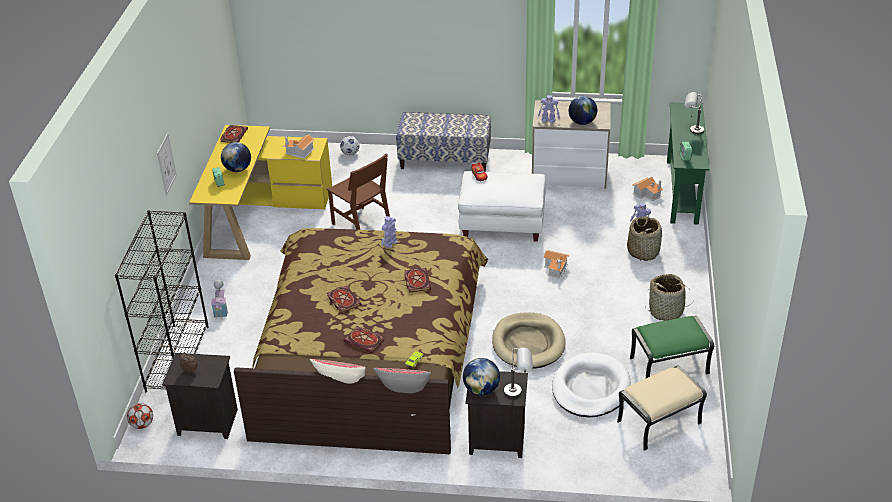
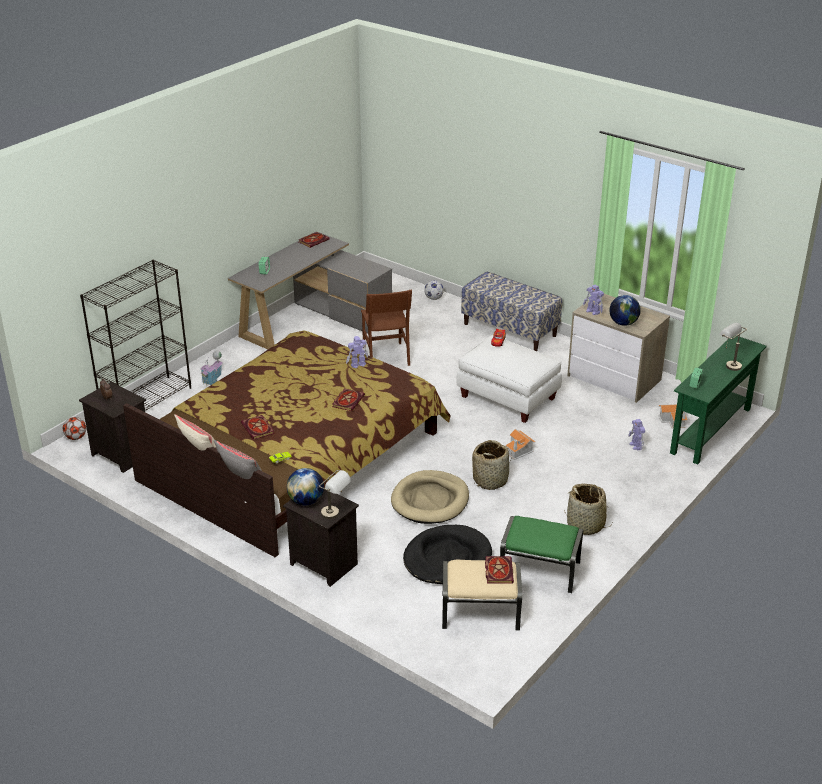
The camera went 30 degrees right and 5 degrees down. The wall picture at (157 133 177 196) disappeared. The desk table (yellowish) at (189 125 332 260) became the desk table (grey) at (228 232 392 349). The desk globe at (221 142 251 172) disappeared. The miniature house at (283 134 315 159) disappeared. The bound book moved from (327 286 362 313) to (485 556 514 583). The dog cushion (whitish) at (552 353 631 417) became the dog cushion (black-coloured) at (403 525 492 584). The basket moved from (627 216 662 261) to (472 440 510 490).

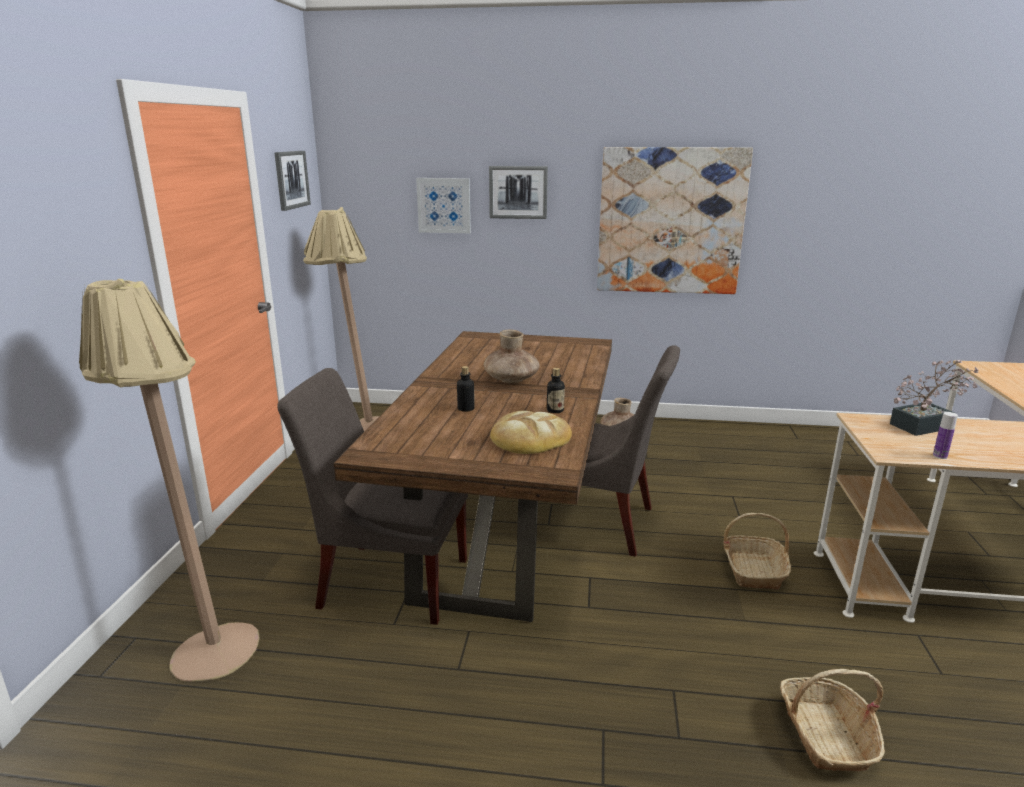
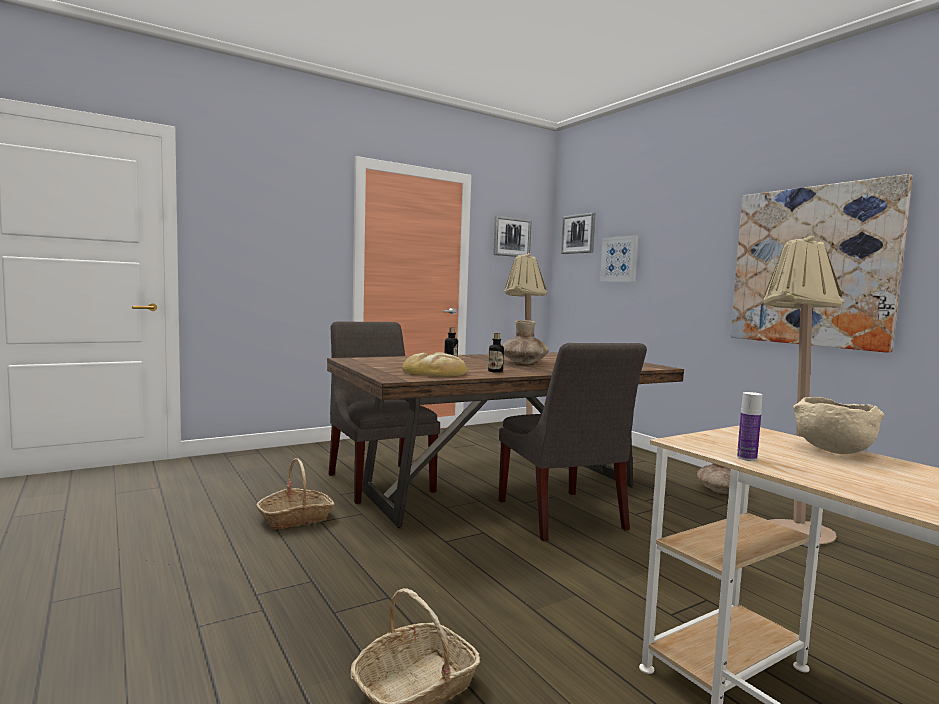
The camera went 50 degrees right and 15 degrees down. The standard lamp (sand-coloured) moved from (79 279 260 682) to (763 236 845 544). The wall picture moved from (489 166 548 219) to (561 213 595 254). The basket moved from (723 513 791 590) to (256 458 335 530). The potted plant at (890 360 979 436) was replaced by the serving bowl (sand-coloured) at (793 397 884 454).

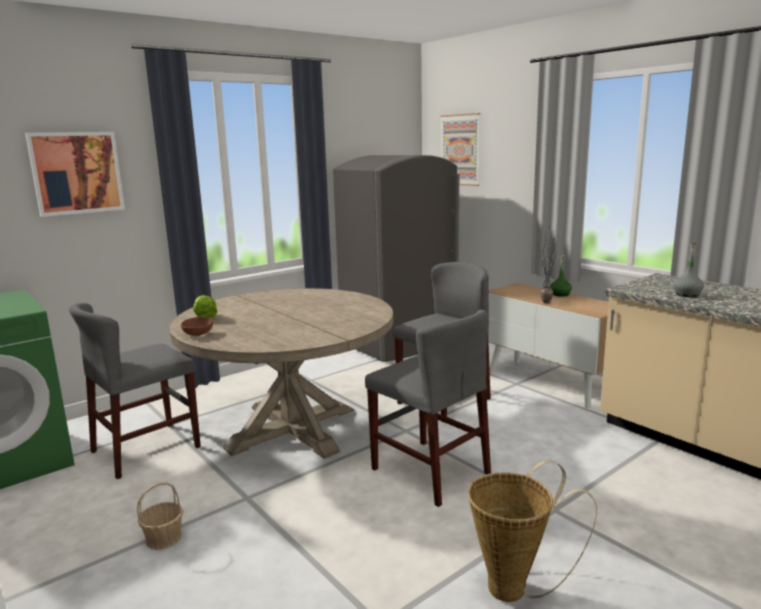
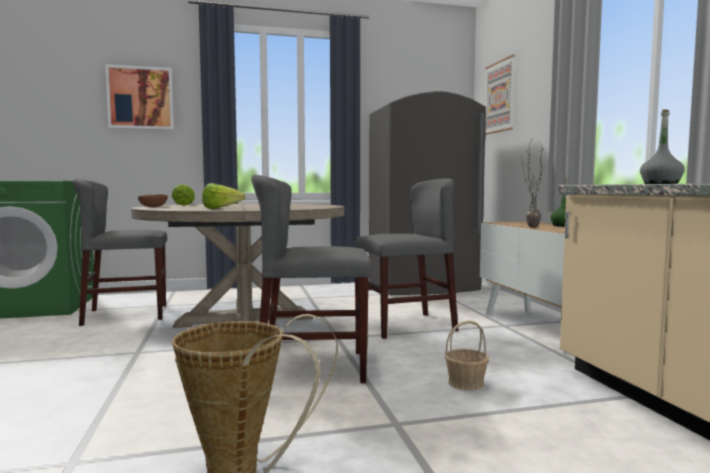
The camera went 25 degrees right and 10 degrees down. The basket moved from (137 482 183 550) to (444 320 489 391). The chair (grey) at (365 310 491 507) turned 105 degrees clockwise. The head of lettuce at (202 183 246 209) appeared.

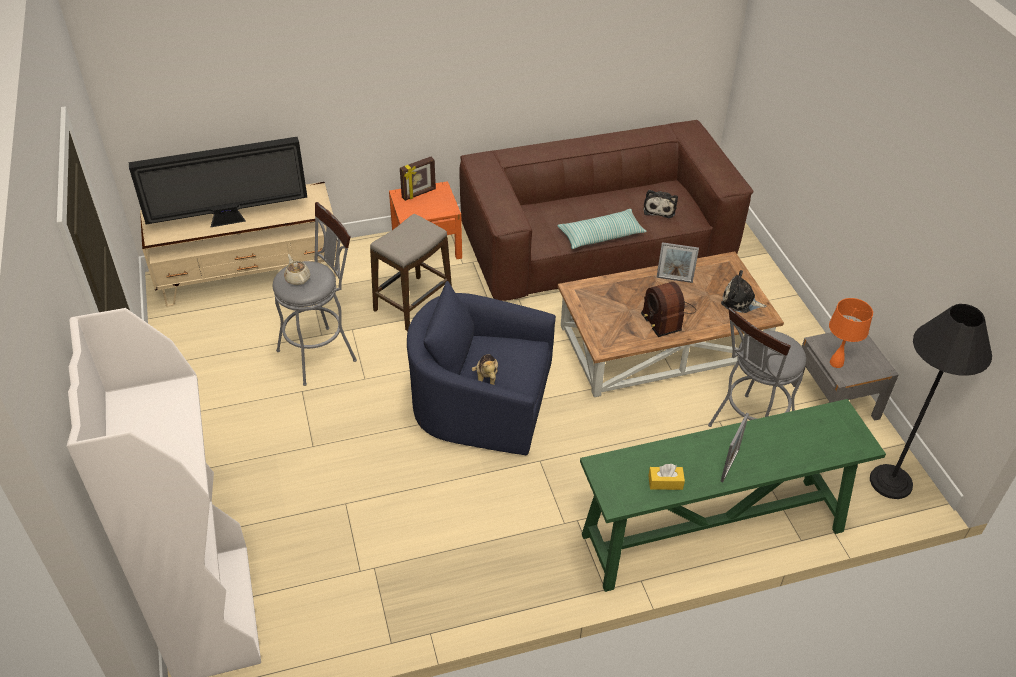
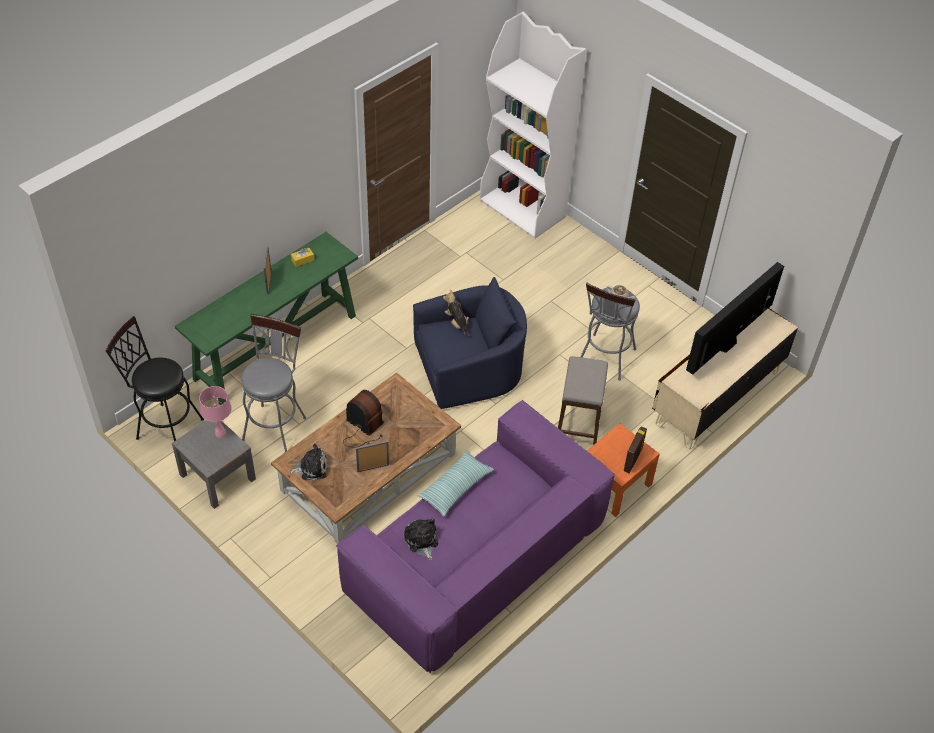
The camera went 150 degrees right and 5 degrees up. The sofa (brown) at (459 120 754 301) became the sofa (purple-coloured) at (336 400 615 673). The tabletop lamp (orange-coloured) at (829 298 873 368) became the tabletop lamp (pink) at (199 386 232 438). The standard lamp (black-coloured) at (870 304 992 499) was replaced by the stool (black-coloured) at (106 316 204 441).

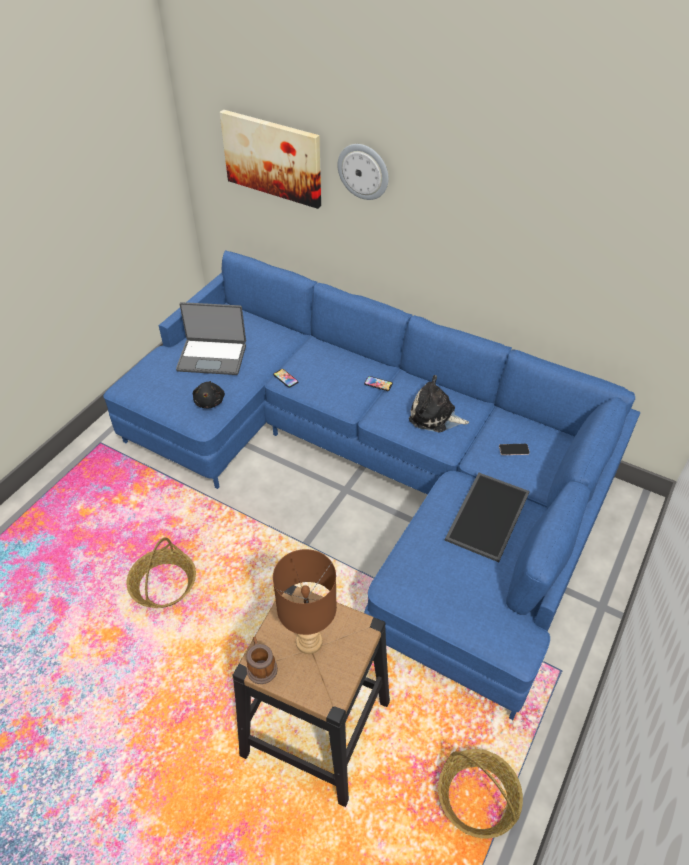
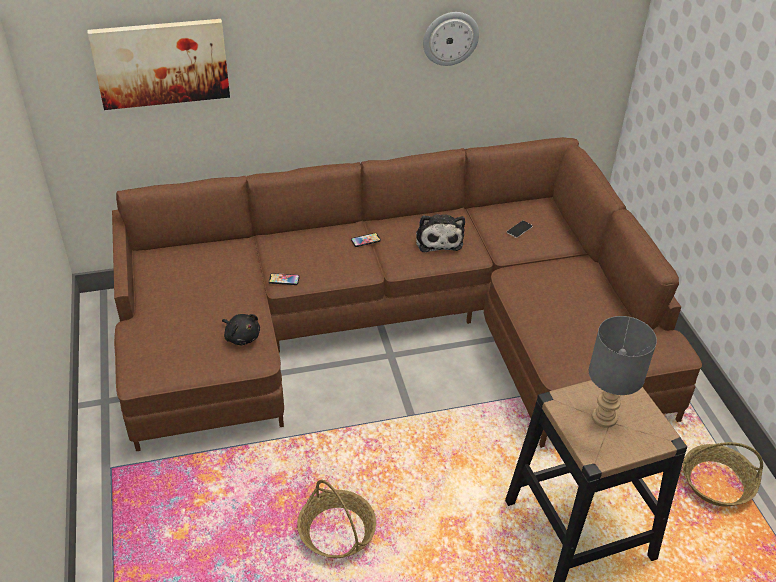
The camera went 45 degrees left and 5 degrees down. The sofa (blue) at (103 250 640 720) became the sofa (brown) at (112 137 702 451). The laptop at (176 302 246 375) disappeared. The mug at (246 637 278 684) disappeared. The tabletop lamp (brown) at (273 549 337 654) became the tabletop lamp (grey) at (589 316 657 428). The hanging clock moved from (337 144 389 200) to (423 12 479 66). The soft toy at (409 375 469 432) turned 75 degrees counterclockwise. The serving tray at (444 472 530 562) disappeared.

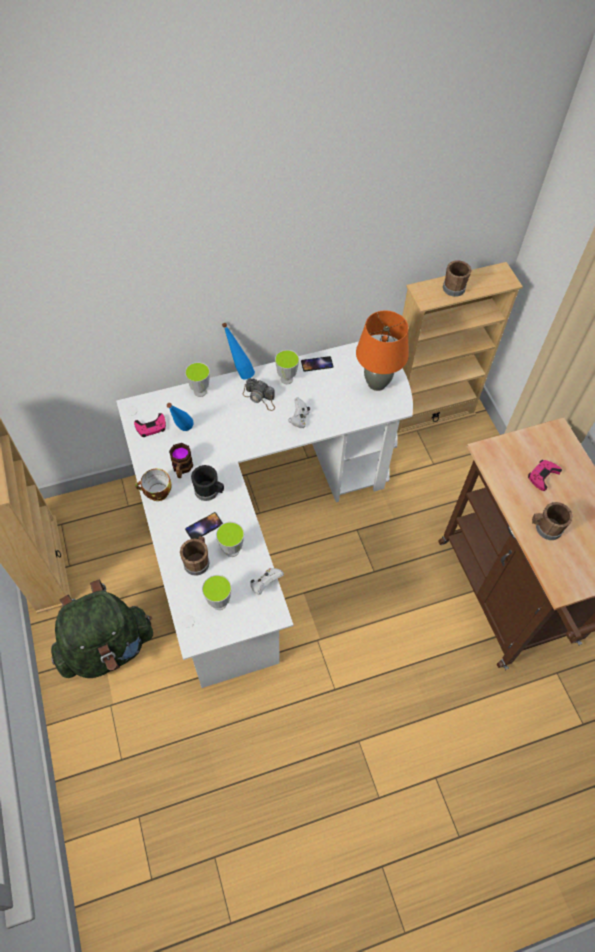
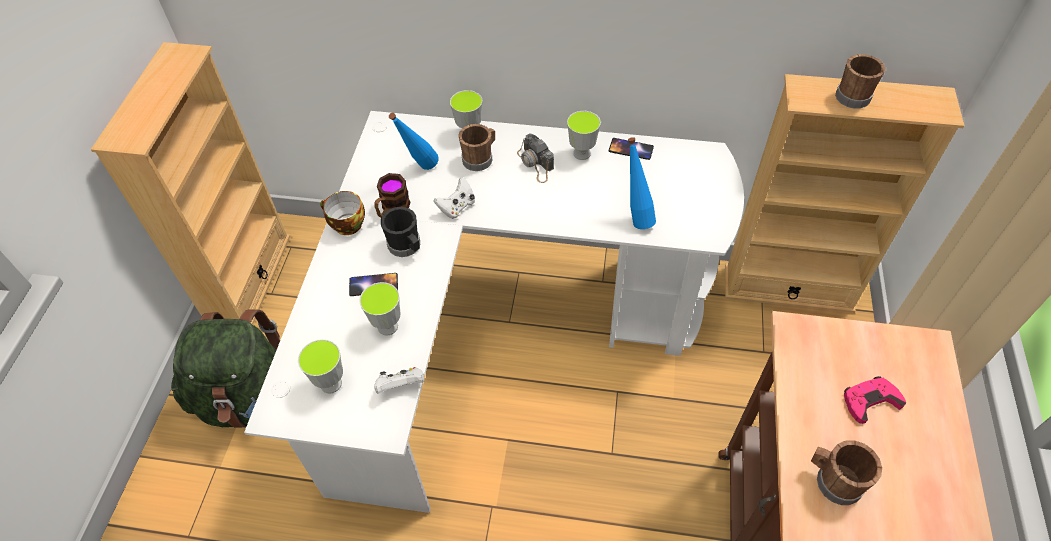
The camera went 30 degrees right and 5 degrees down. The game controller (pink) at (134 413 166 437) disappeared. The mug (brown) moved from (180 536 210 576) to (458 124 495 171). The beverage bottle (blue) moved from (222 323 255 380) to (628 137 656 229). The game controller (whitish) moved from (288 398 310 428) to (434 177 475 219). The tabletop lamp (orange-coloured) at (356 311 409 391) disappeared.

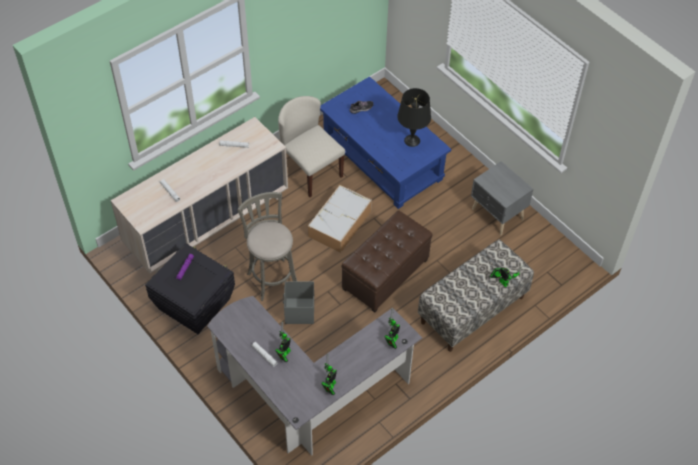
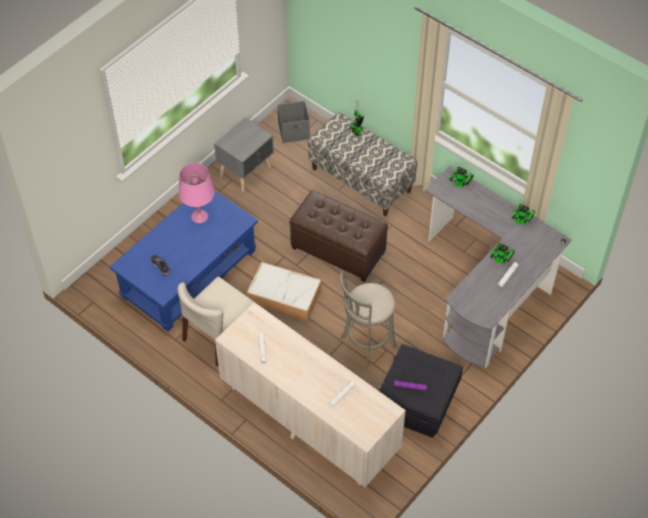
The camera went 100 degrees left and 0 degrees up. The storage container (grey) moved from (283 281 314 324) to (277 101 310 143). The tabletop lamp (black-coloured) at (397 88 431 147) became the tabletop lamp (pink) at (179 163 215 223).

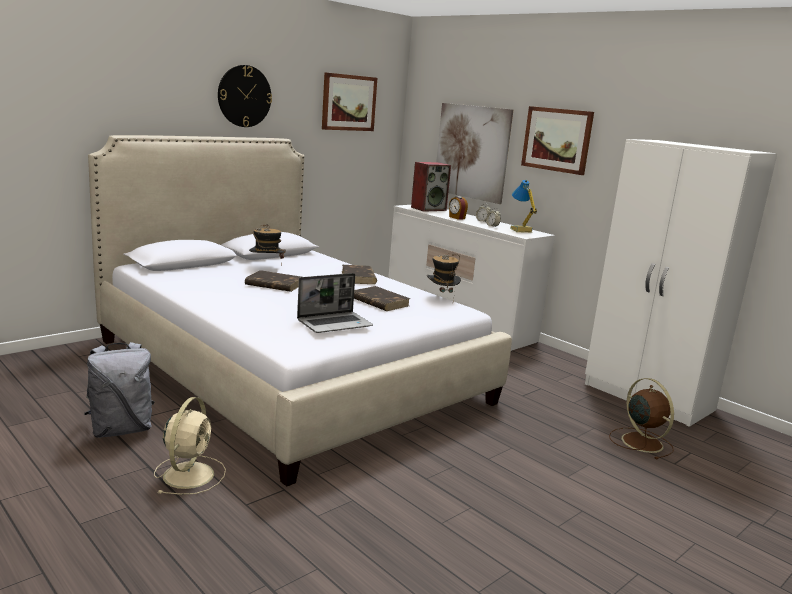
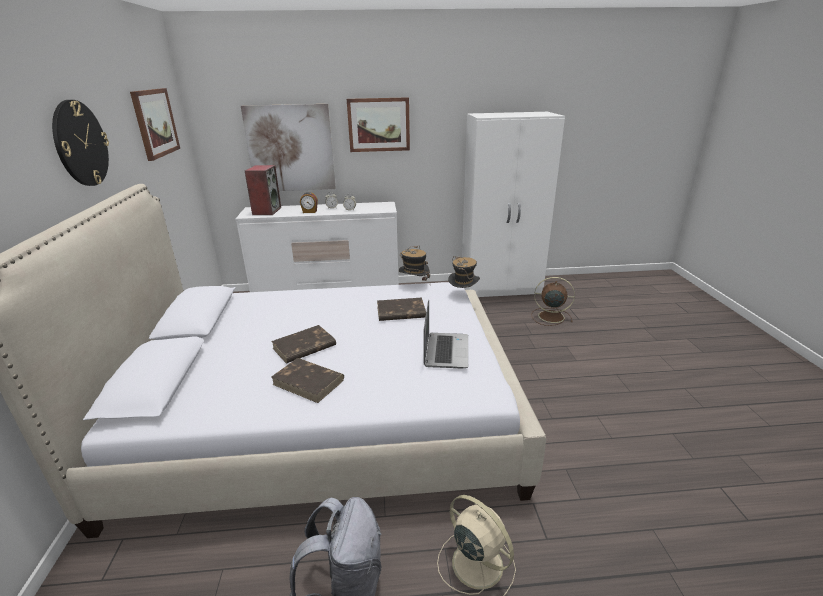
The camera went 50 degrees left and 10 degrees up. The clothing hat moved from (249 224 286 259) to (448 256 480 288). The bound book (brown) moved from (342 265 377 284) to (271 358 344 403). The tabletop lamp at (510 180 537 233) disappeared.

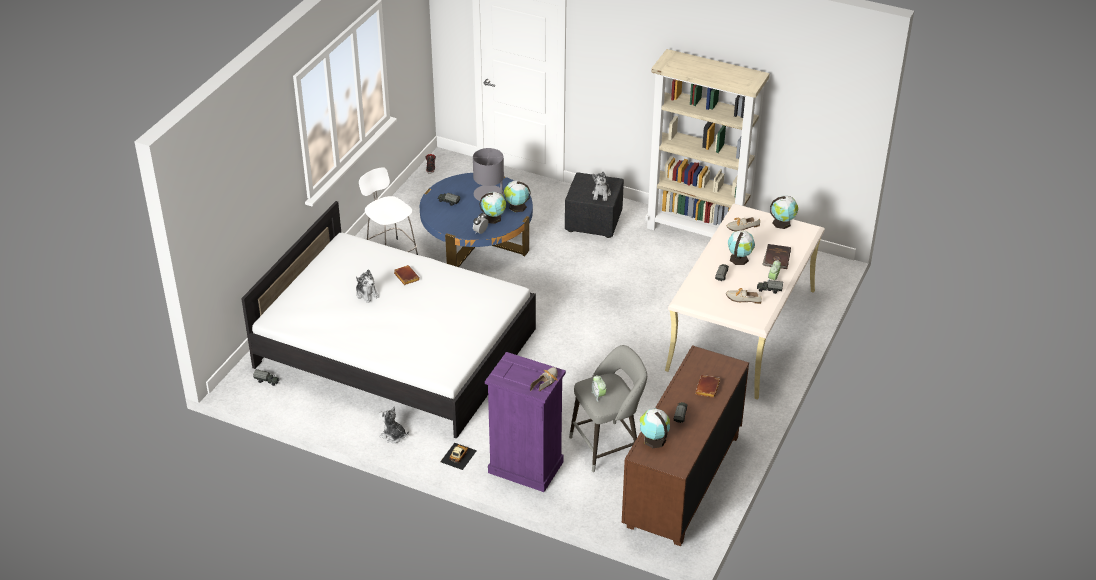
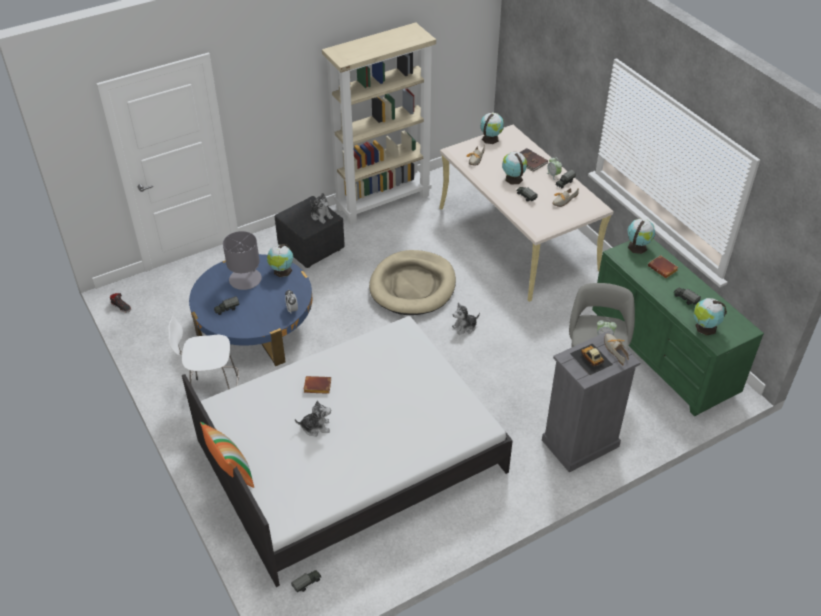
The camera went 55 degrees left and 5 degrees up. The soft toy moved from (379 406 409 443) to (452 303 480 335). The model car moved from (440 443 477 470) to (570 343 613 375). The desk globe moved from (479 192 506 224) to (627 218 655 254). The drawer chest (purple-coloured) at (485 352 566 492) became the drawer chest (grey) at (542 331 641 473). The drawer chest (brown) at (622 345 749 546) became the drawer chest (green) at (592 239 764 416). The throw pillow at (200 422 254 488) appeared. The dog cushion (sand-coloured) at (369 250 456 315) appeared.

